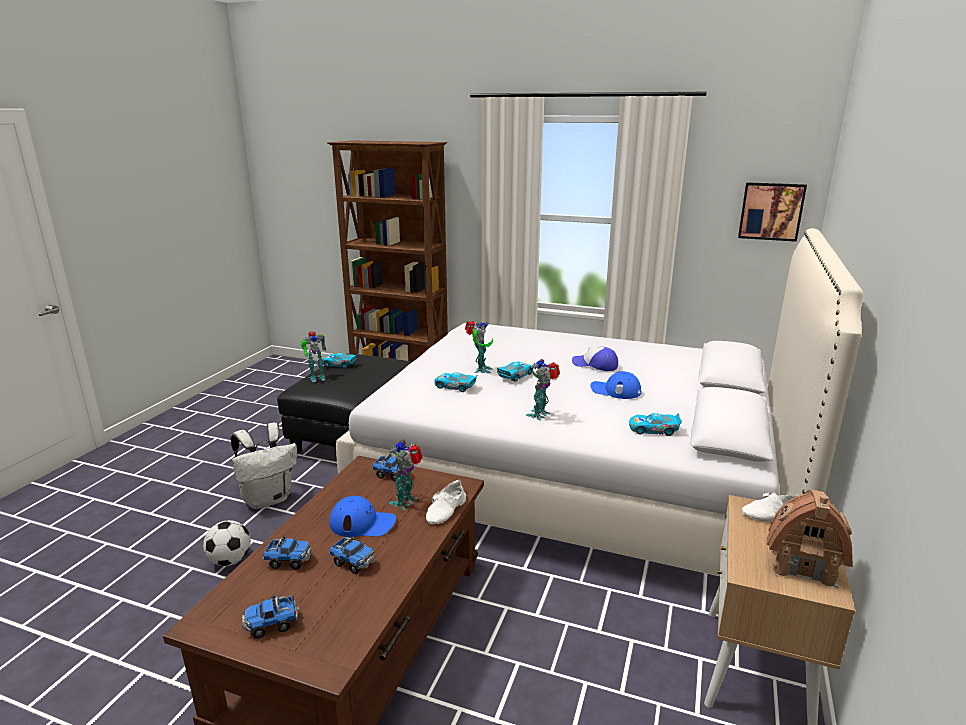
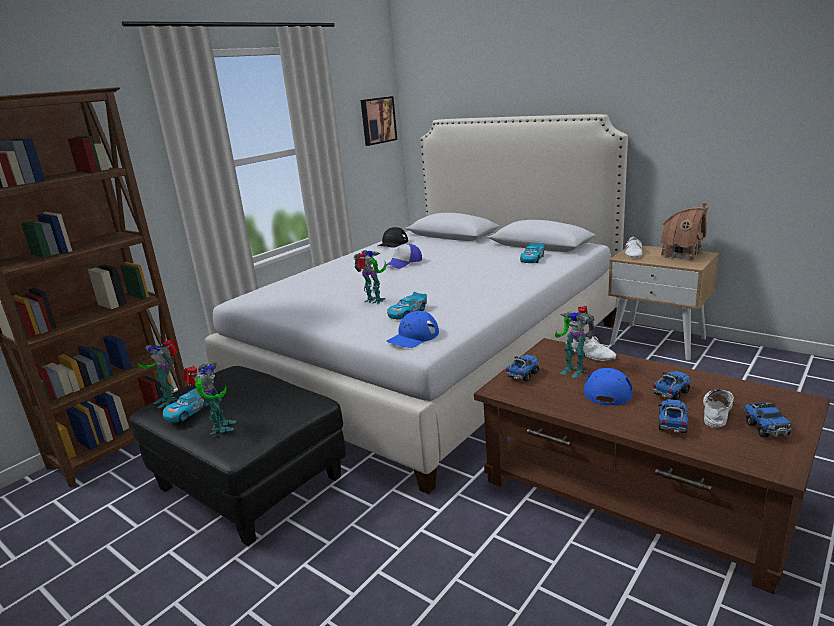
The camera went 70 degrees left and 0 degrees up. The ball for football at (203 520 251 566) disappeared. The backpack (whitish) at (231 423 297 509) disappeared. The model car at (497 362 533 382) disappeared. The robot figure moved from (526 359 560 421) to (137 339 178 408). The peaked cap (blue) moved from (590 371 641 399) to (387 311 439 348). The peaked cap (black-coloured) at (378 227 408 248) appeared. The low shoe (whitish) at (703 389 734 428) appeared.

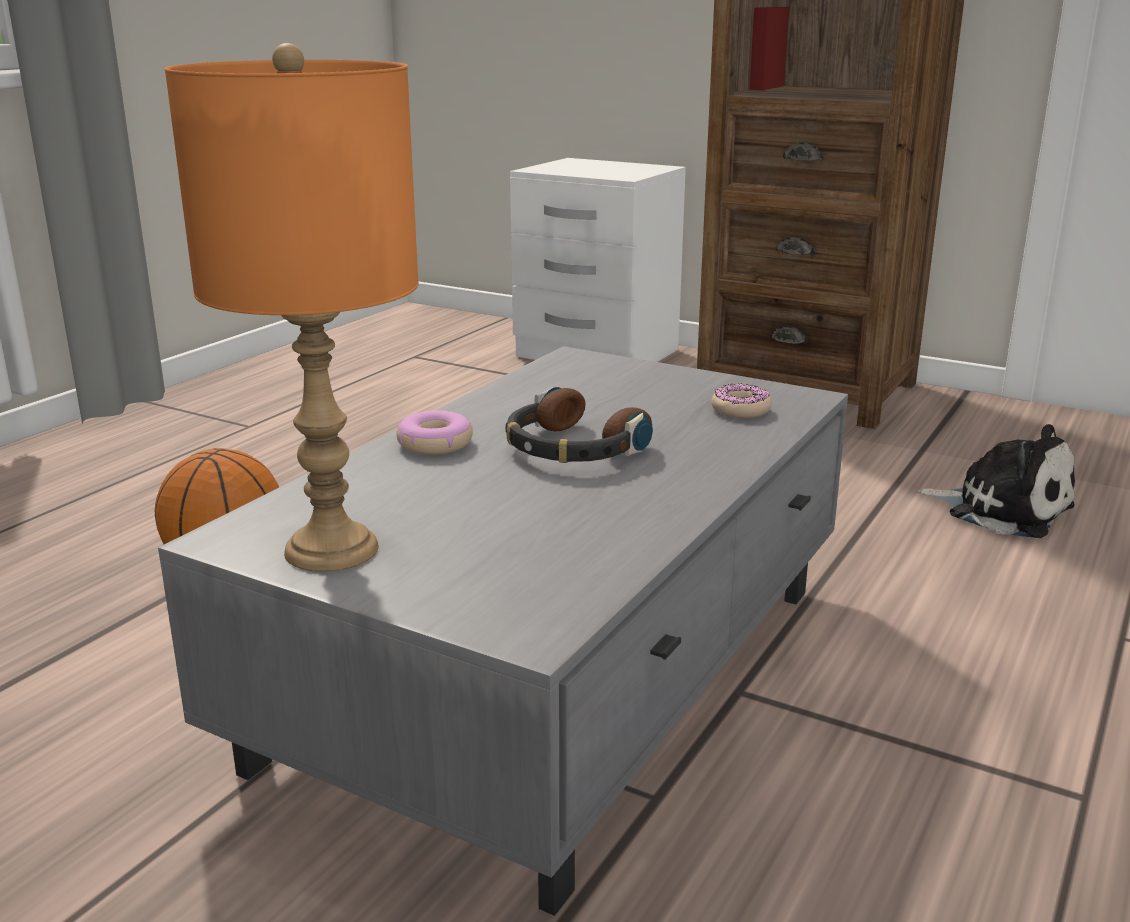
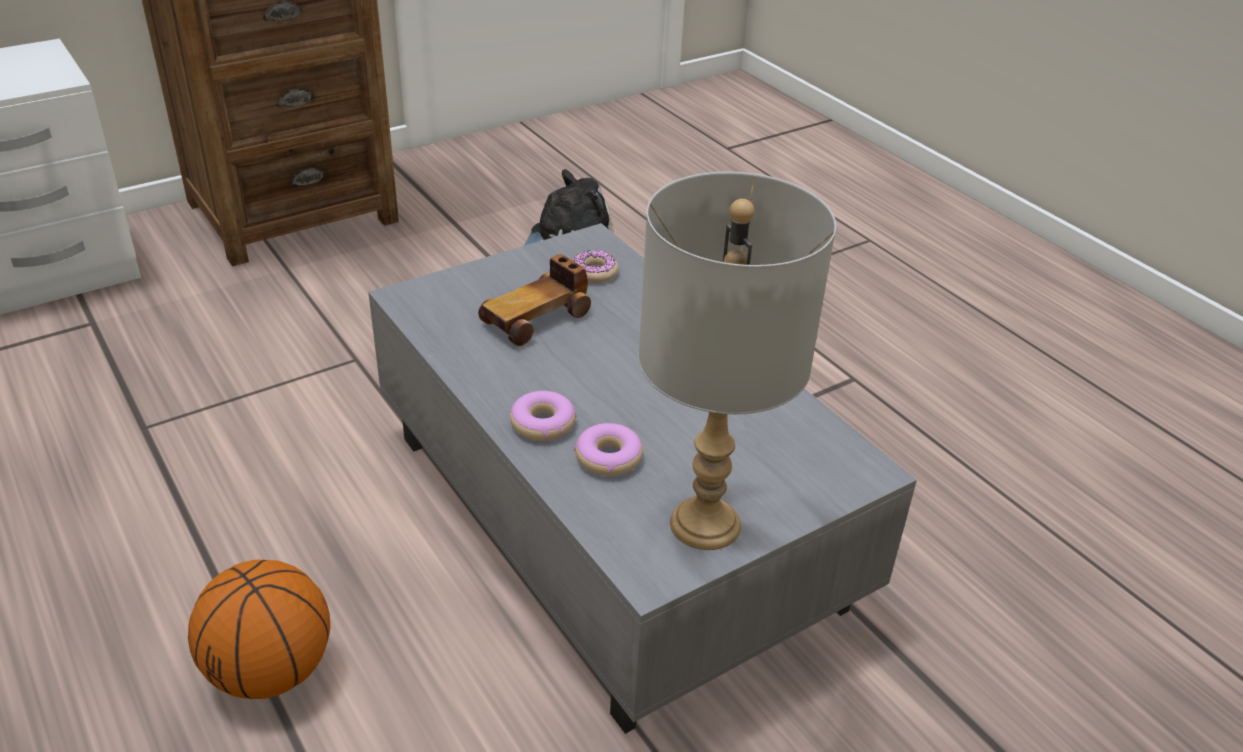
The camera went 65 degrees left and 15 degrees up. The tabletop lamp (orange-coloured) at (164 43 419 572) became the tabletop lamp (grey) at (639 172 836 550). The headphones at (506 387 653 463) disappeared. The model car at (478 254 591 346) appeared. The donut at (574 423 643 476) appeared.

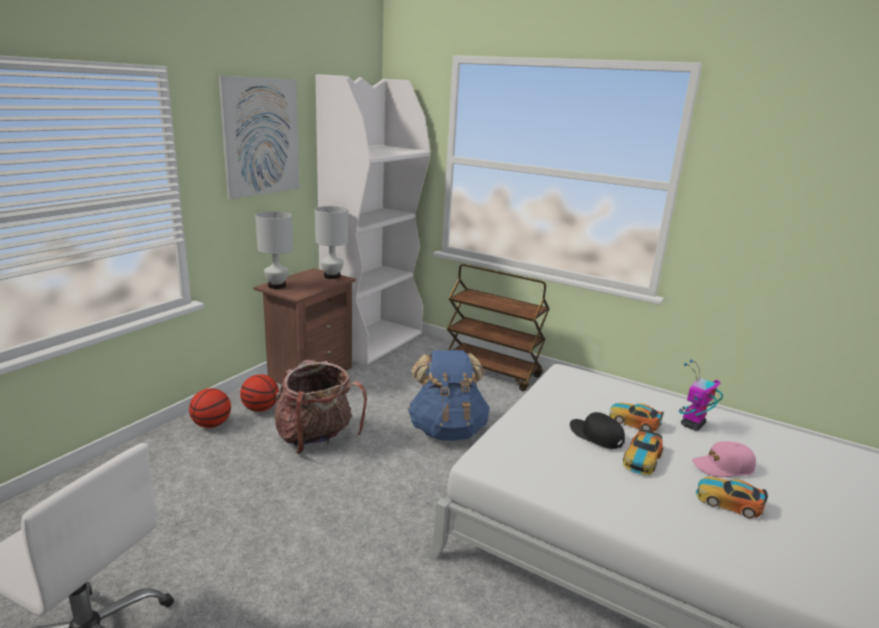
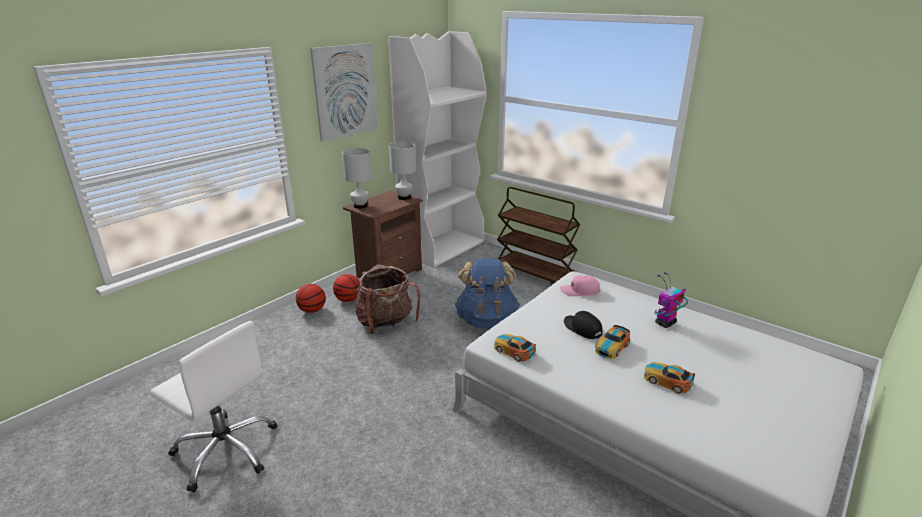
The camera went 10 degrees right and 5 degrees up. The model car moved from (609 402 664 432) to (494 334 536 362). The peaked cap (pink) moved from (692 441 756 477) to (560 275 600 296).

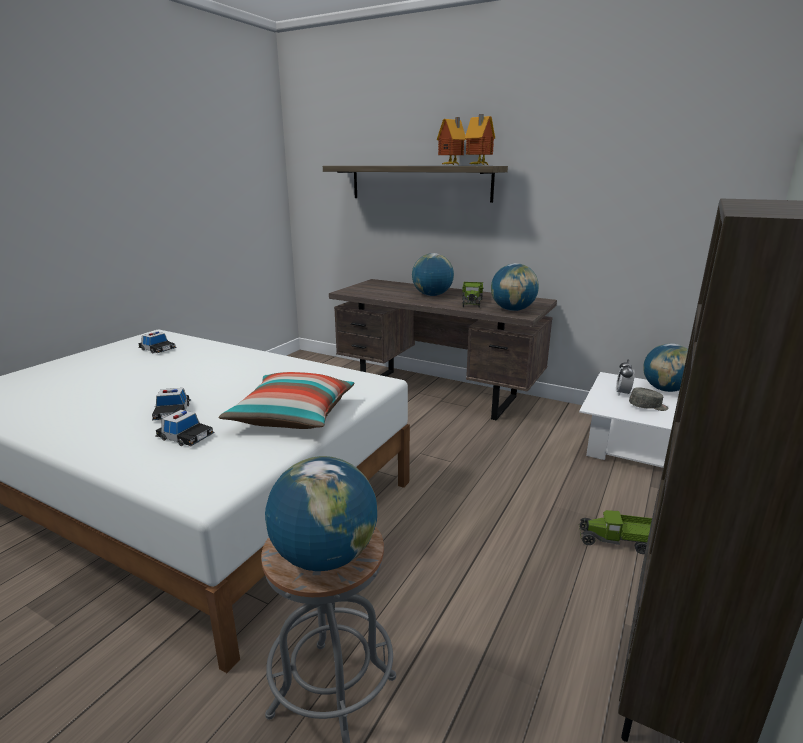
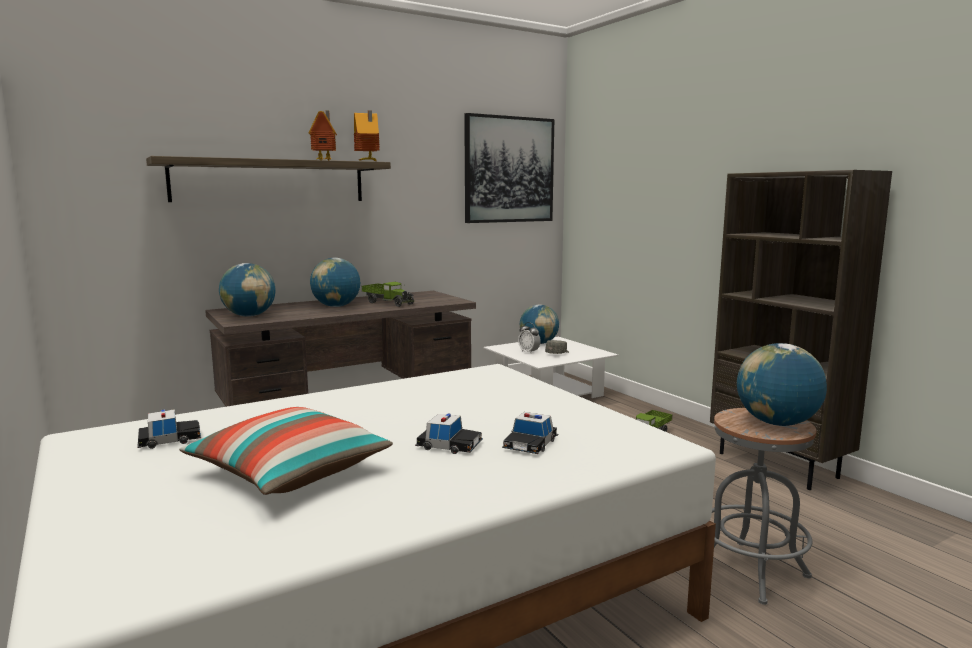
The camera went 60 degrees left and 10 degrees down. The model car at (155 410 215 446) turned 150 degrees clockwise. The throw pillow moved from (218 372 354 429) to (180 407 393 495). The desk globe moved from (491 263 539 311) to (219 263 275 317). The wall picture at (464 113 554 223) appeared.

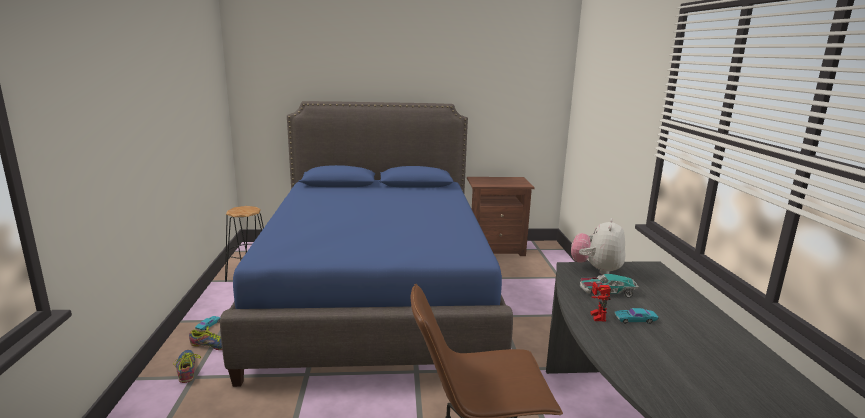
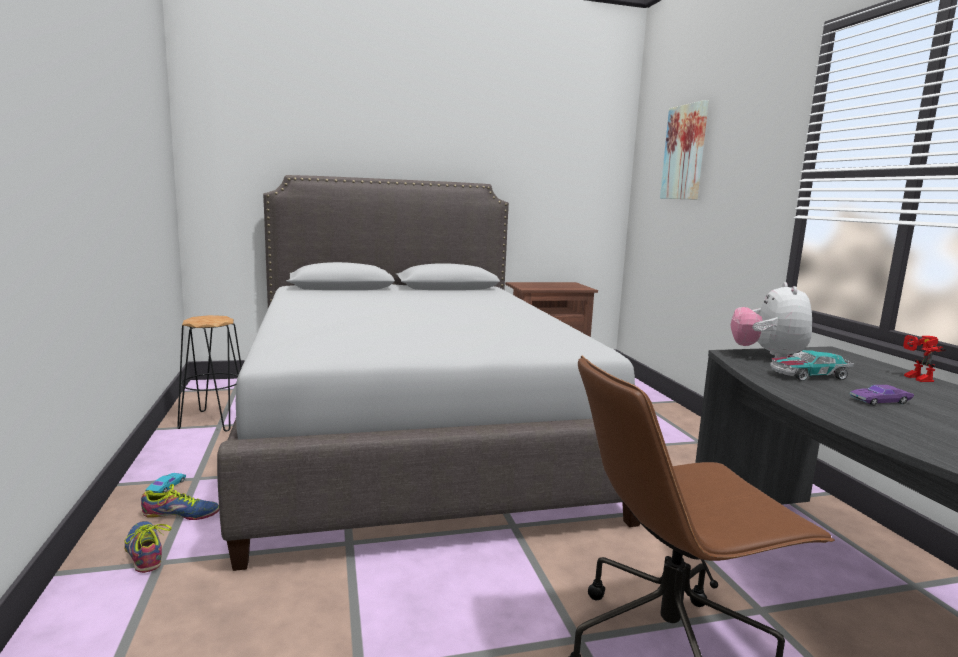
The camera went 10 degrees left and 5 degrees down. The sleeping bed (blue) at (220 101 513 387) became the sleeping bed (grey) at (217 175 640 571). The robot figure moved from (590 282 611 321) to (903 335 946 382). The model car (turquoise) at (614 308 659 324) became the model car (purple-coloured) at (850 385 914 405). The wall picture at (660 100 709 200) appeared.

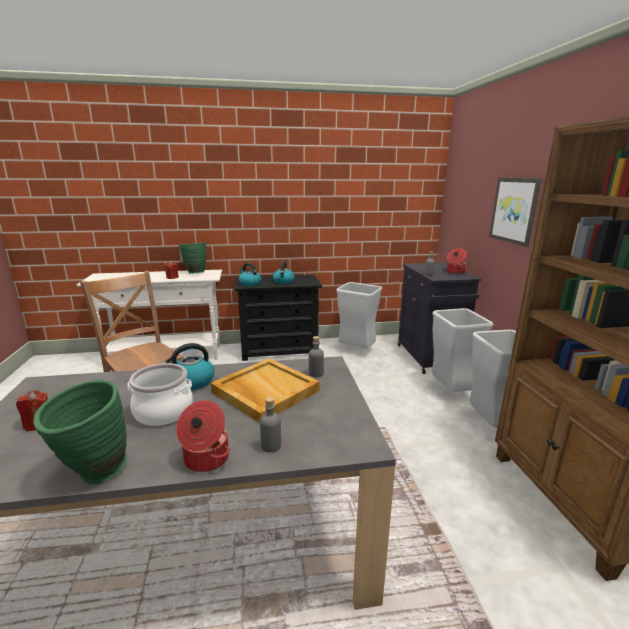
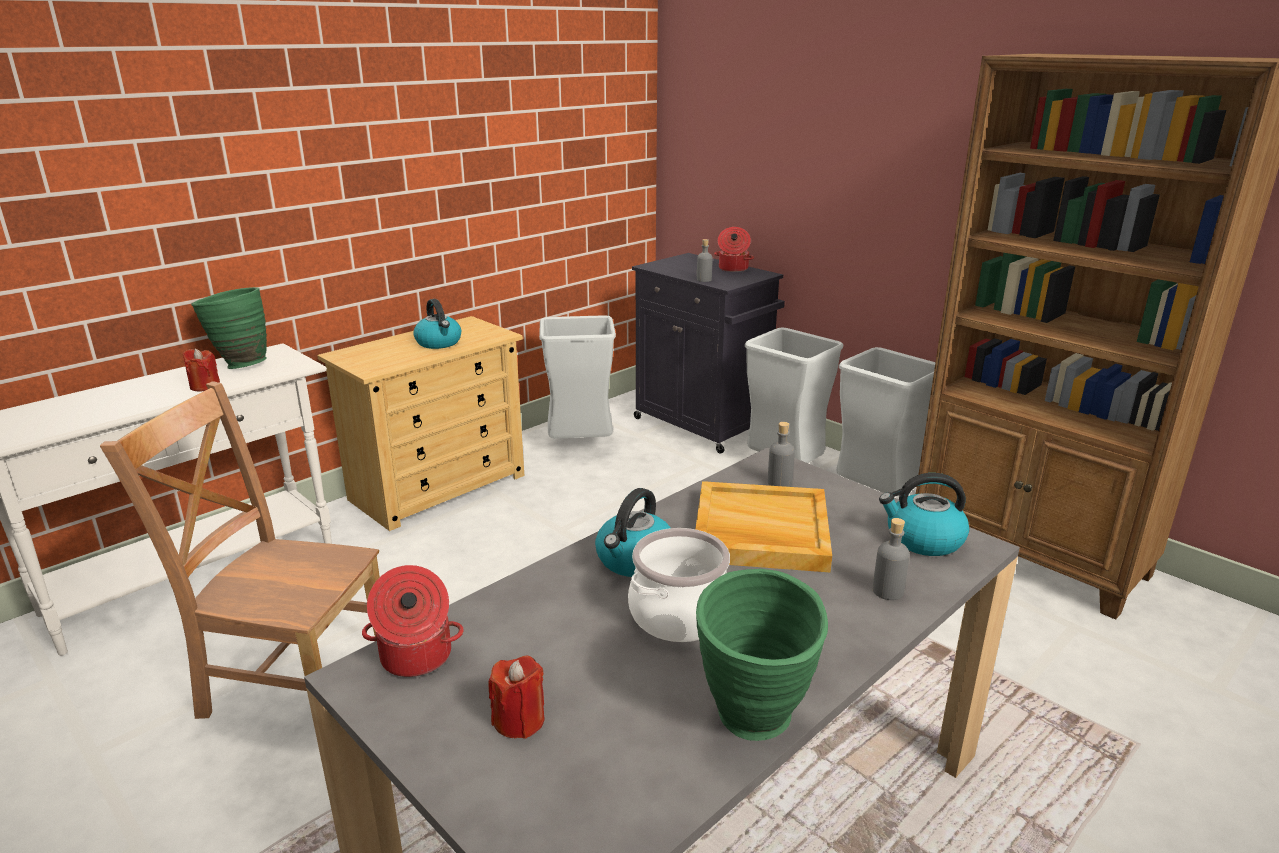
The camera went 35 degrees left and 5 degrees up. The stockpot moved from (176 400 230 472) to (362 565 463 677). The drawer chest (black-coloured) at (235 275 322 361) became the drawer chest (sand-coloured) at (317 316 524 531). The kettle moved from (239 263 261 286) to (879 473 969 556). The wall picture at (489 178 542 247) disappeared.

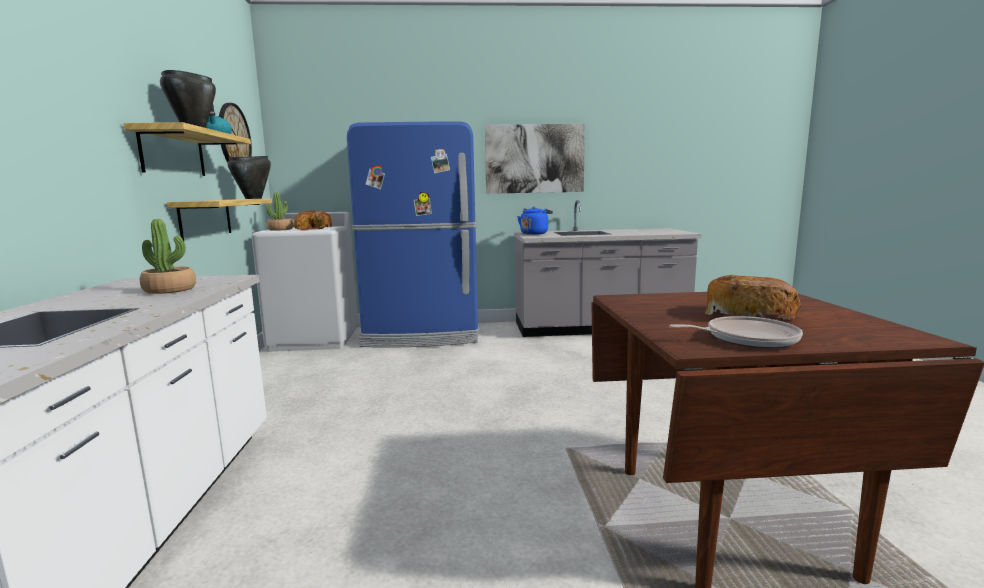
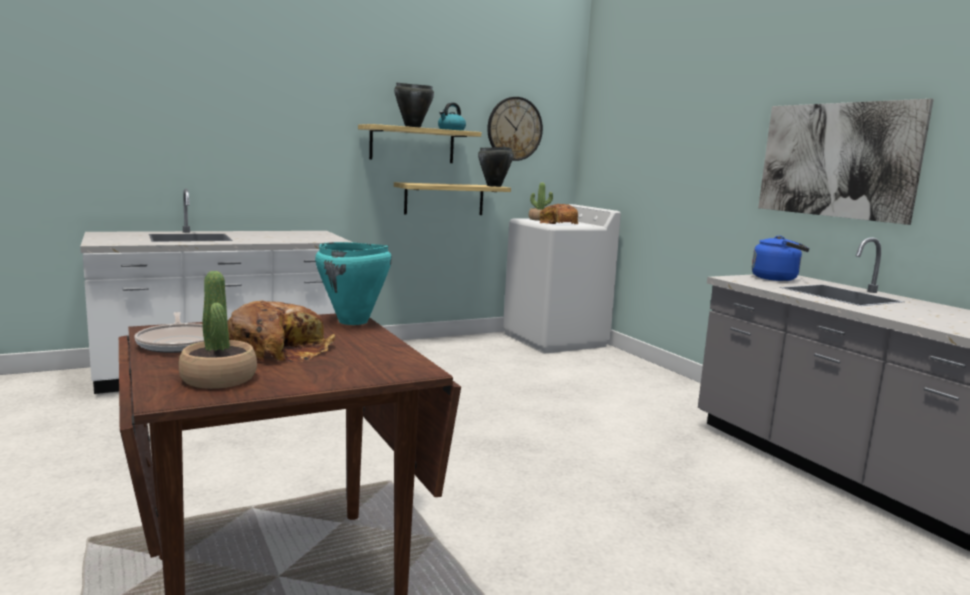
The camera went 65 degrees right and 0 degrees up. The potted plant moved from (140 219 196 294) to (179 271 257 389). The kitchen fridge (blue) at (347 121 479 348) disappeared. The stockpot (turquoise) at (315 242 392 325) appeared.

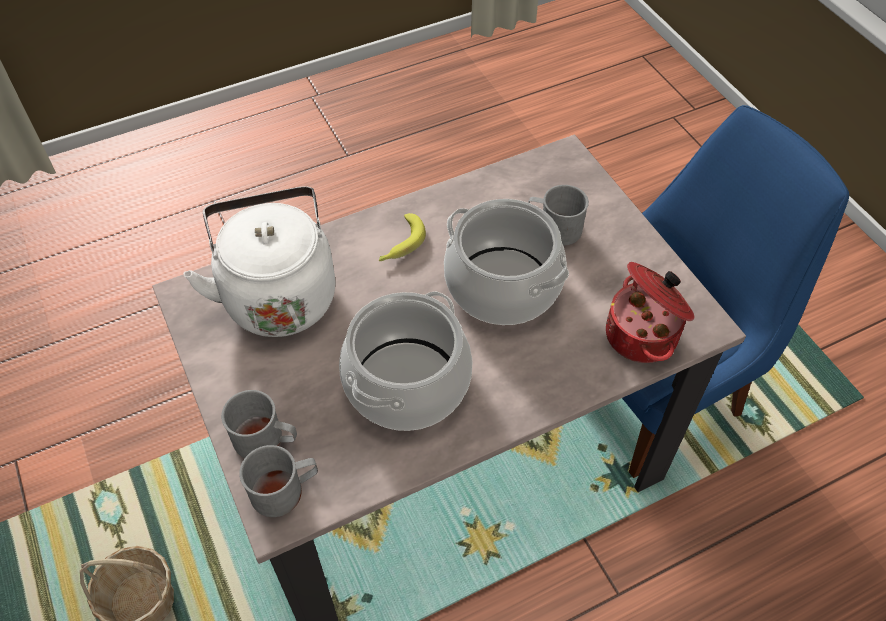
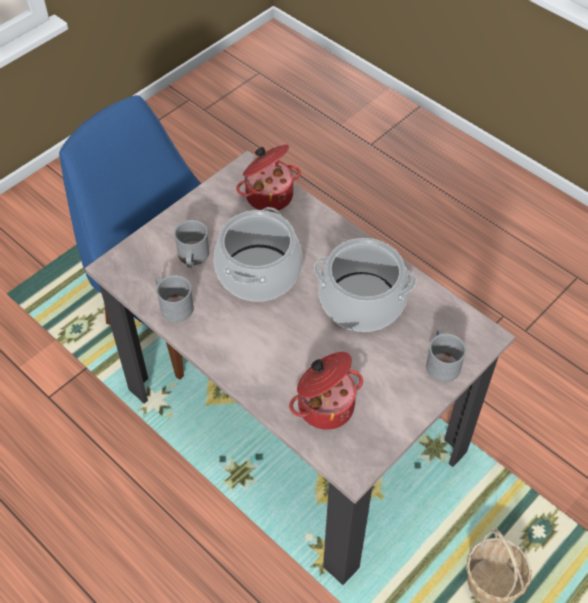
The camera went 110 degrees left and 0 degrees up. The kettle (whitish) at (183 186 335 337) was replaced by the stockpot at (289 352 363 430). The mug (grey) moved from (239 445 318 517) to (155 275 194 322). The banana at (379 213 426 261) disappeared.

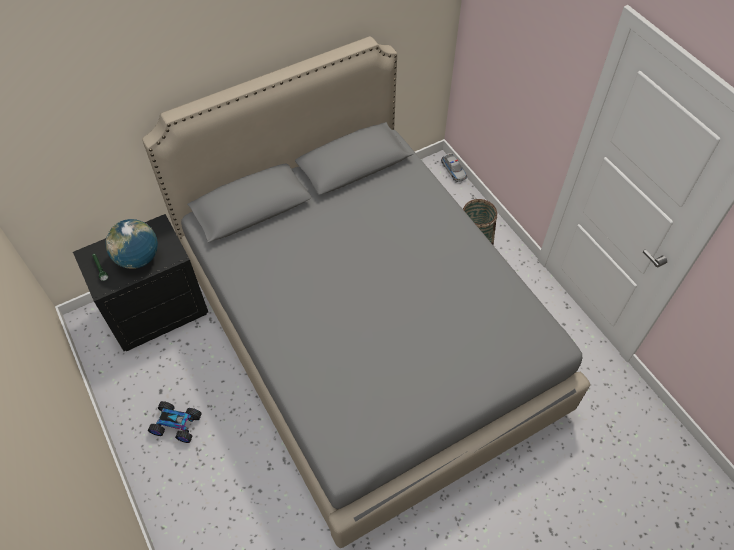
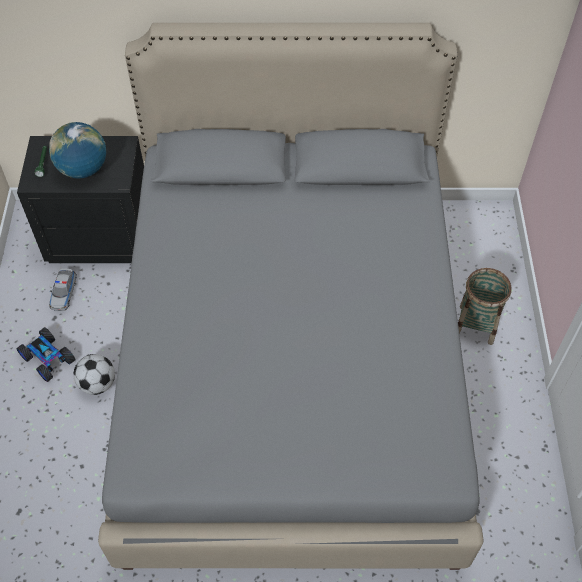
The camera went 30 degrees right and 0 degrees up. The model car moved from (441 153 467 182) to (49 268 77 311). The ball for football at (73 354 115 395) appeared.

